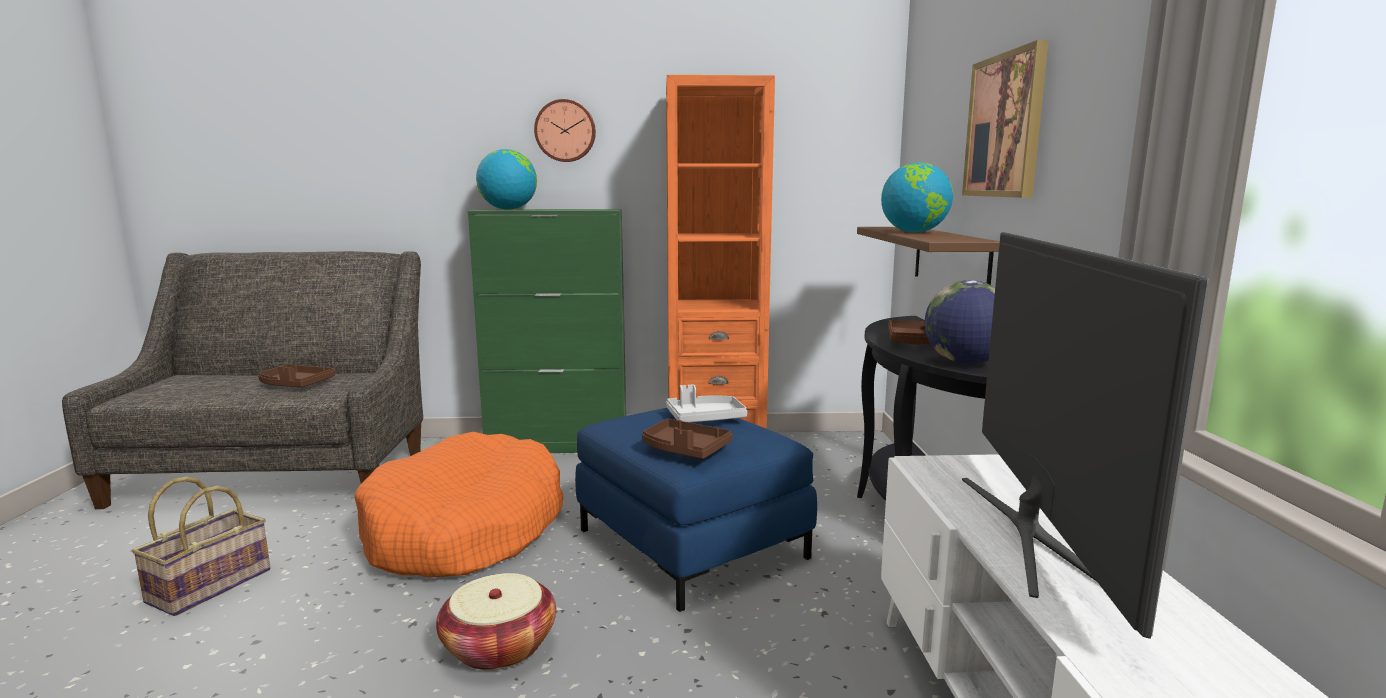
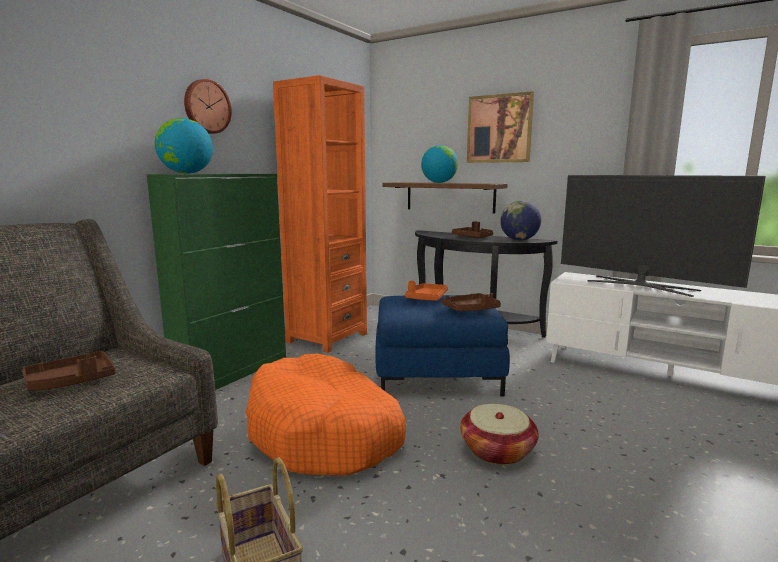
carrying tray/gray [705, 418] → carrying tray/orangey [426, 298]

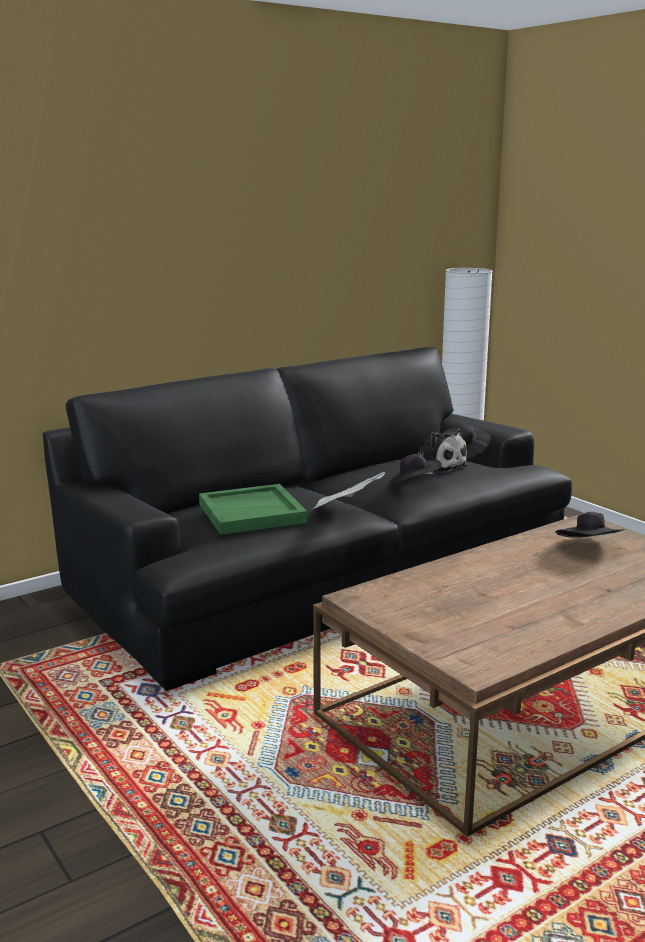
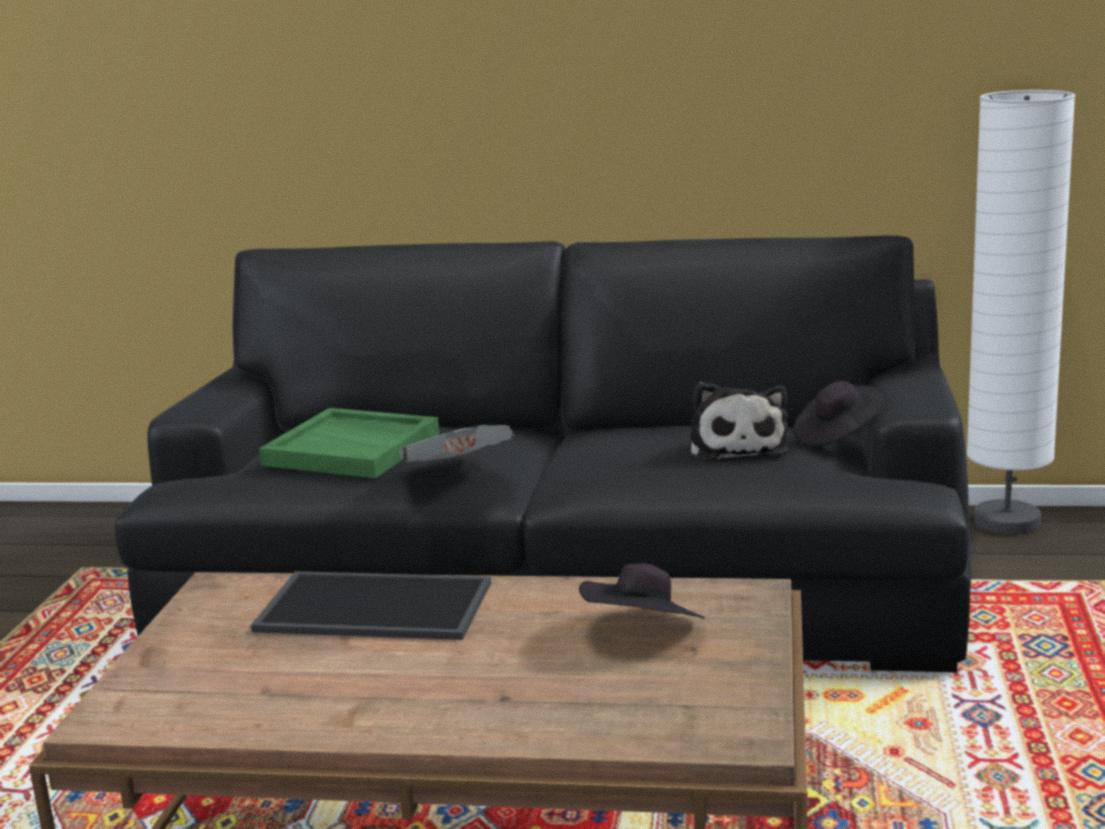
- → carrying tray [377, 605]
hat/blackish [412, 486] → -

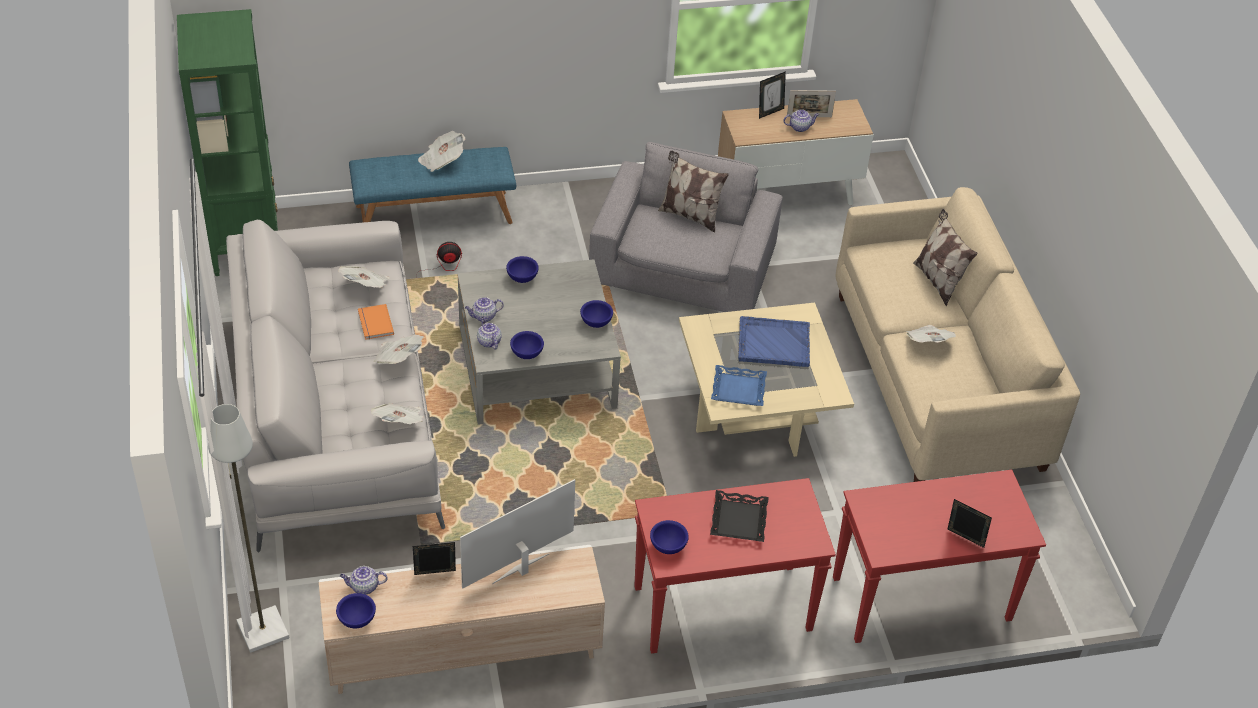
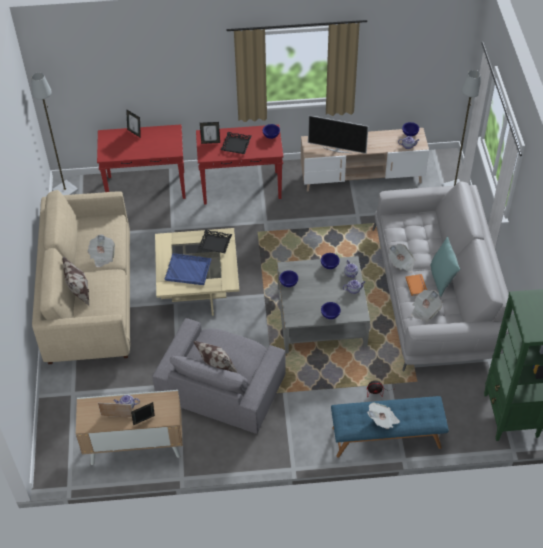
- → standard lamp/gray [65, 190]
carrying tray/blue [738, 389] → carrying tray/blackish [215, 244]
photo frame [435, 575] → photo frame [210, 142], shifted
TV [521, 570] → TV [337, 150], 45 degrees clockwise
- → pillow/turquoise-coloured [441, 279]
newspaper [400, 423] → -

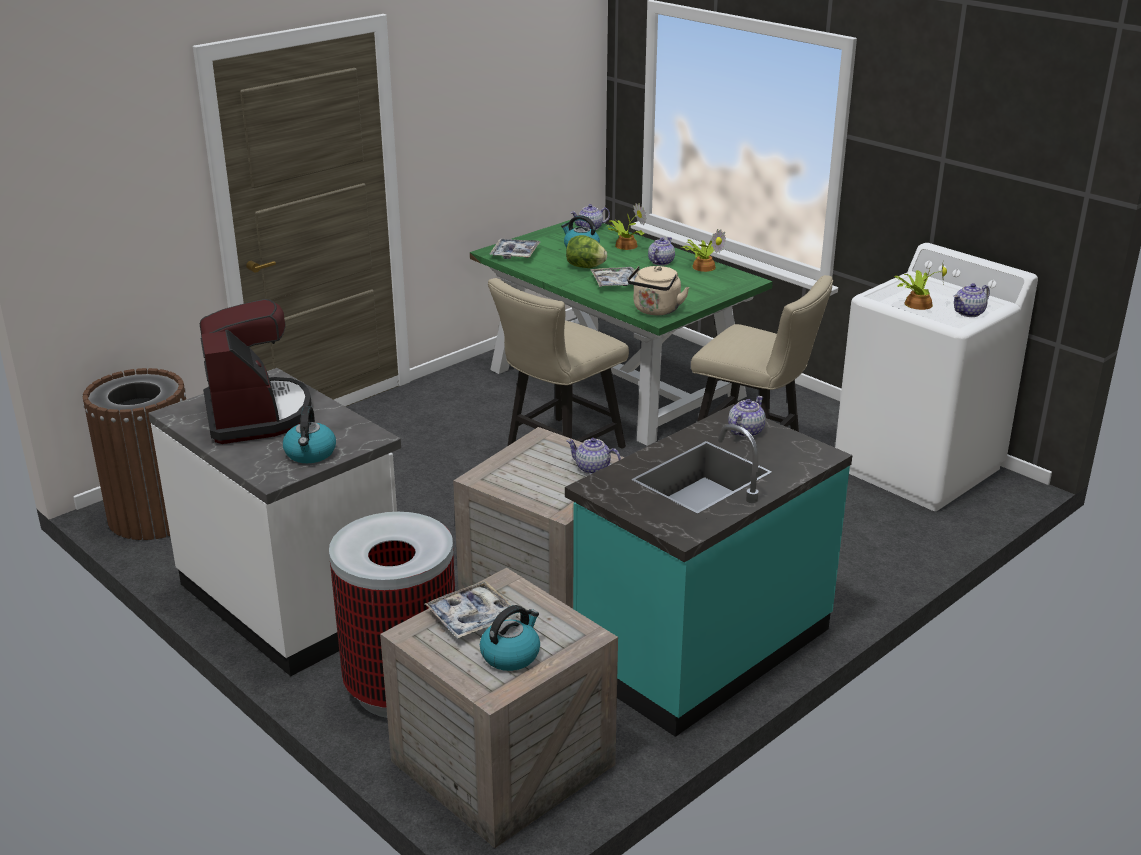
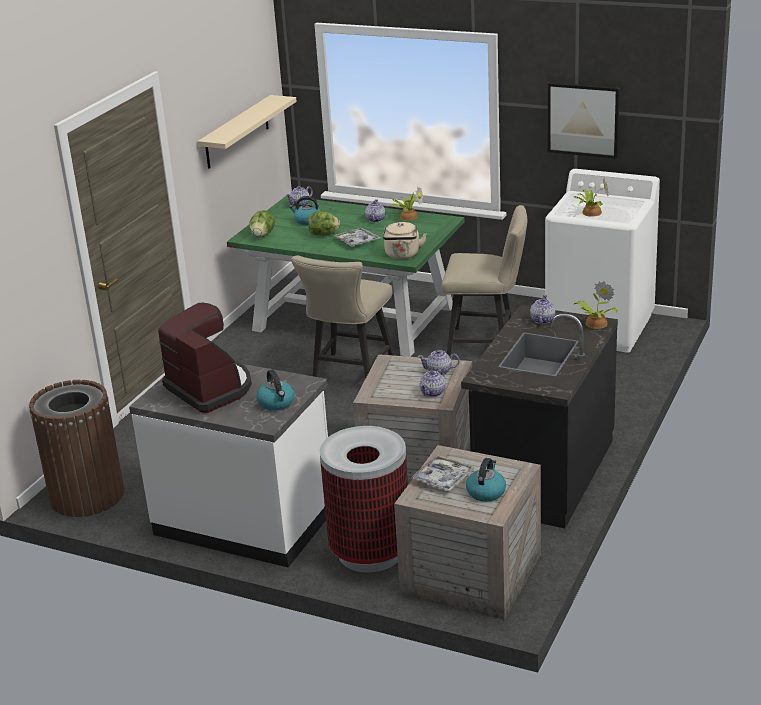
- → wall shelf/beige [237, 132]
carrying tray [515, 254] → lettuce head [262, 235]
tea pot [969, 313] → tea pot [433, 392], shifted
kitchen base unit/turquoise-coloured [701, 647] → kitchen base unit/blackish [542, 473]
- → wall picture [583, 120]
potted plant [624, 245] → potted plant [595, 324], shifted

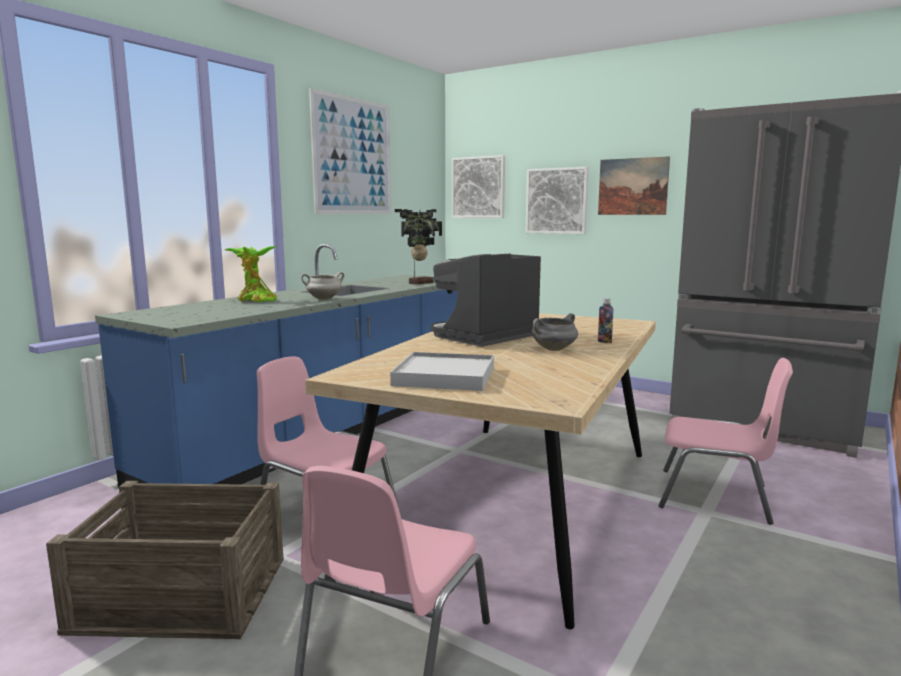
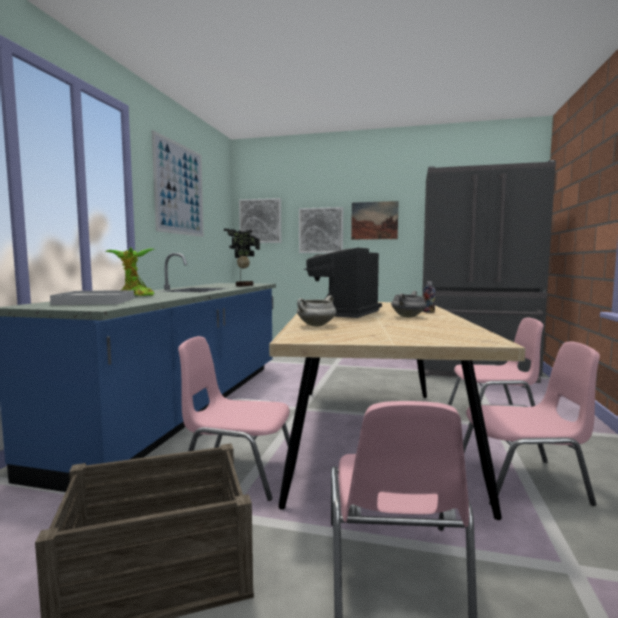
carrying tray/whitish [444, 376] → carrying tray/whitish [95, 301], shifted
cooking pot/whitish [323, 299] → cooking pot/whitish [316, 326], shifted
- → chair/pinkish [522, 481]

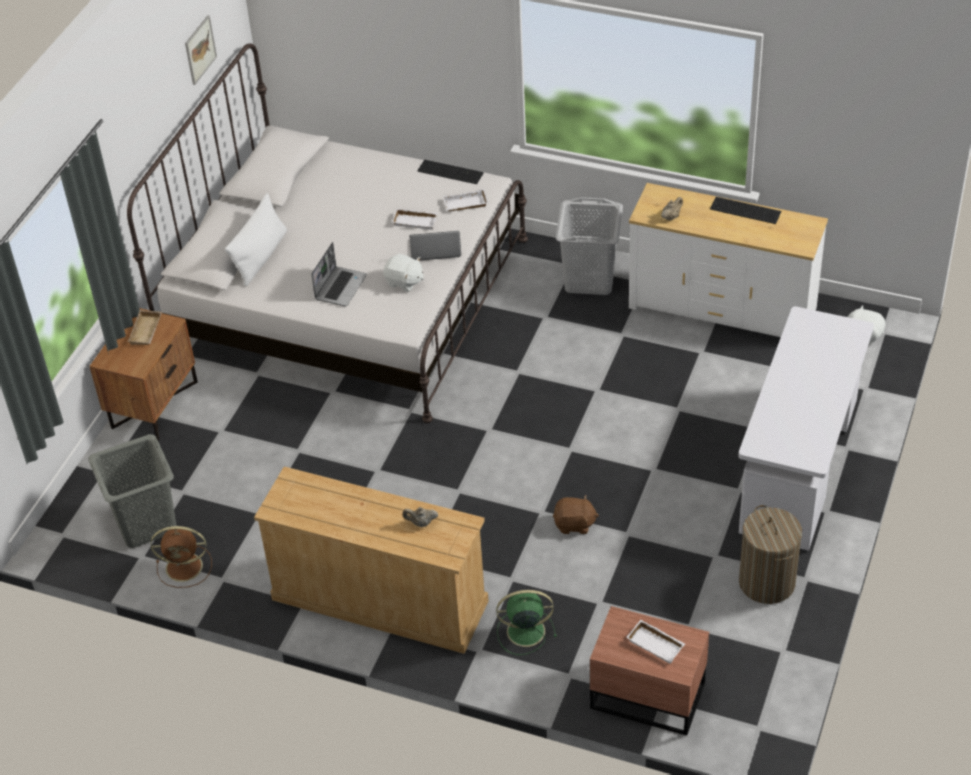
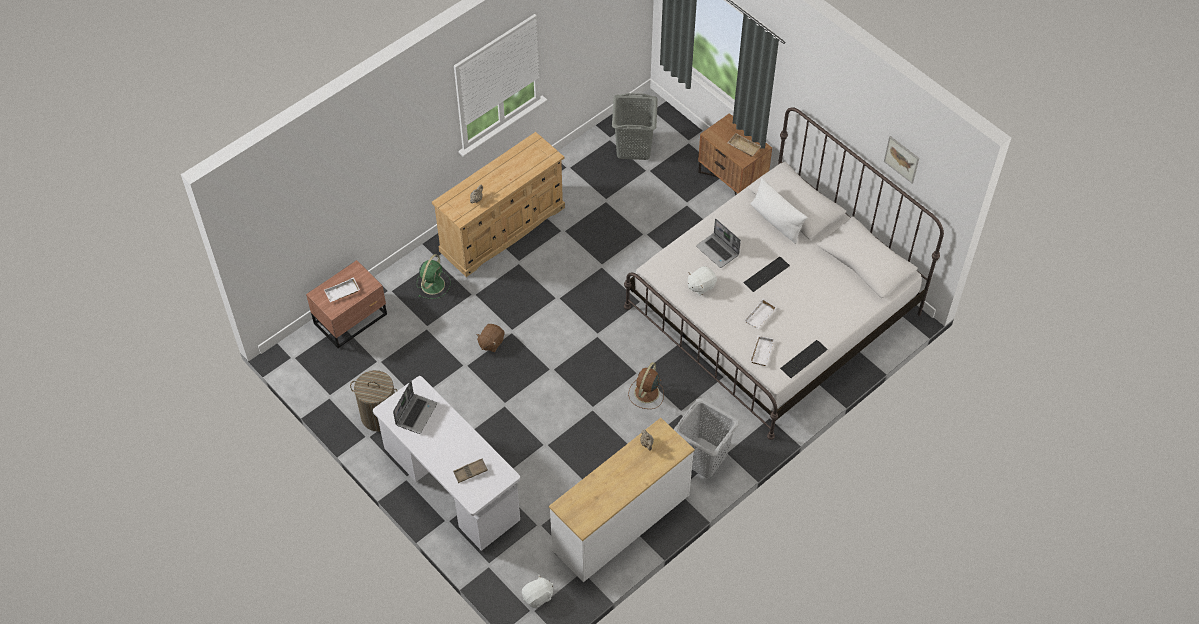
laptop [435, 249] → laptop [416, 413], shifted
- → carrying tray/brown-coloured [470, 472]
cooling fan/brown-coloured [186, 567] → cooling fan/brown-coloured [646, 393], shifted
keyboard [745, 209] → keyboard [767, 274], shifted

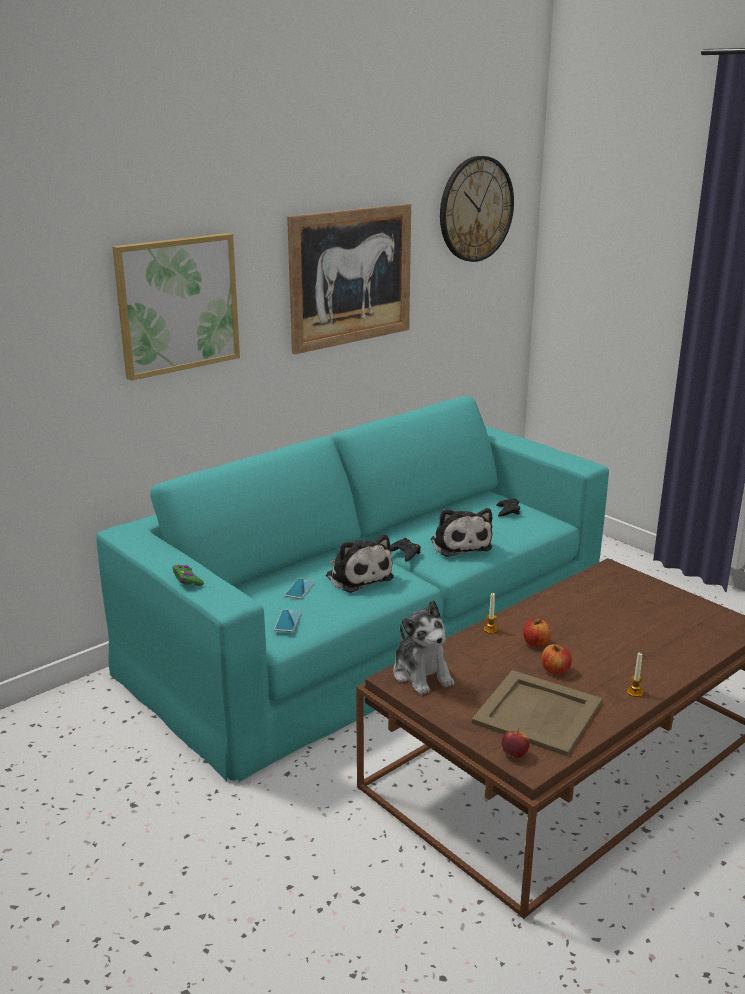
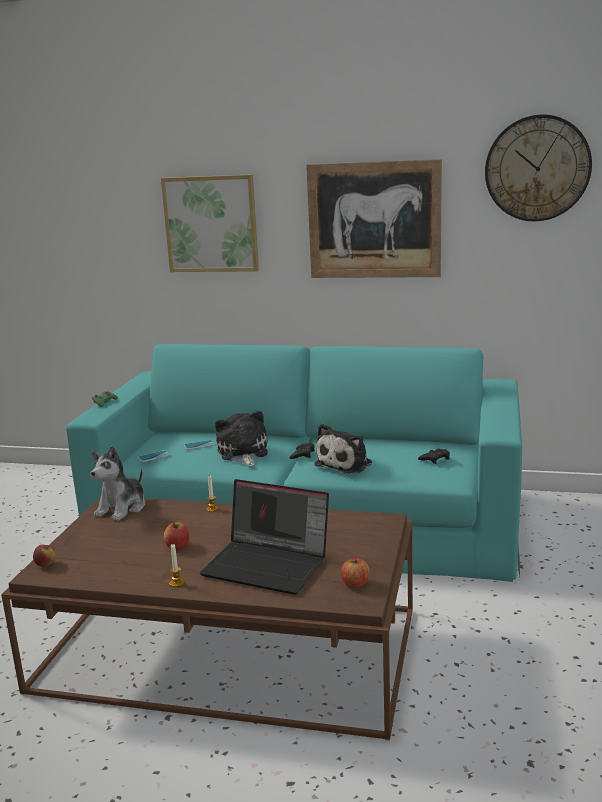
- → laptop [269, 564]
cuddly toy [357, 576] → cuddly toy [243, 453], 150 degrees clockwise
apple fruit [535, 643] → apple fruit [355, 584], shifted
carrying tray/beige [536, 712] → -

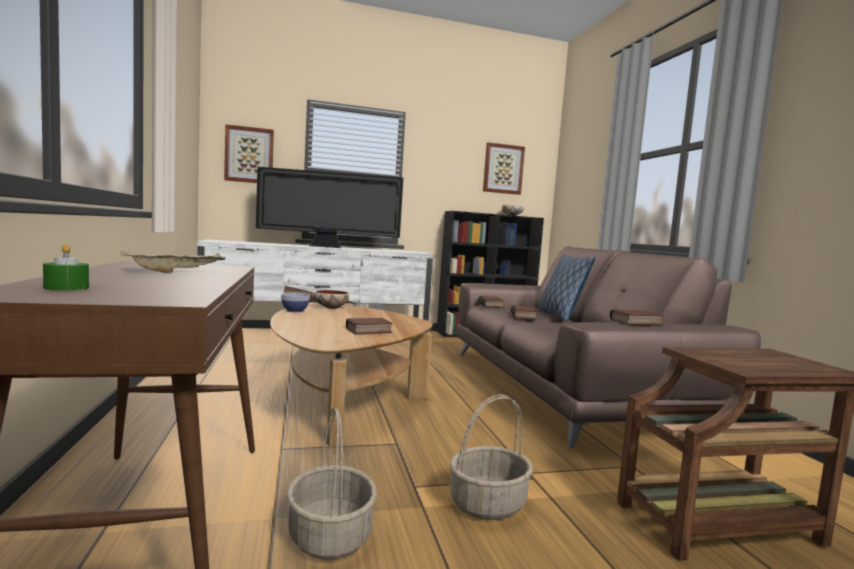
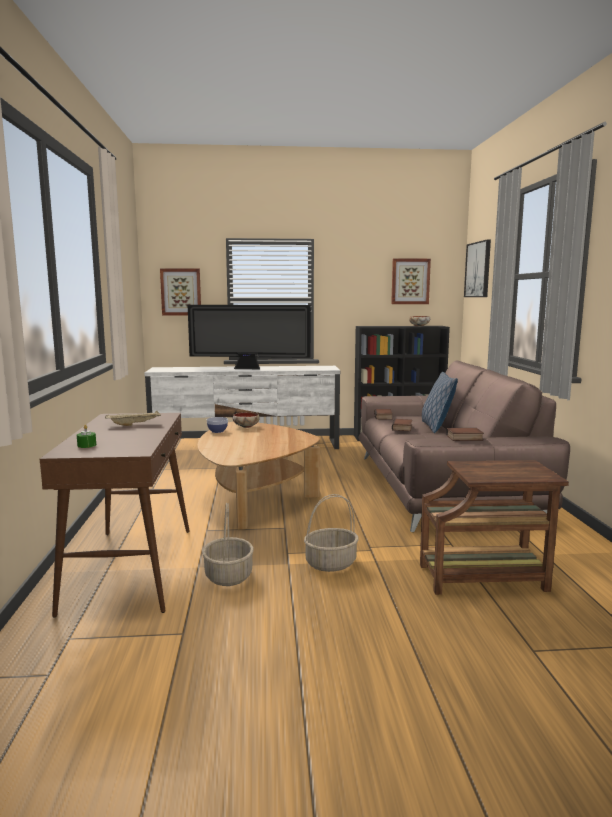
- → wall picture [478, 269]
book [368, 331] → -

